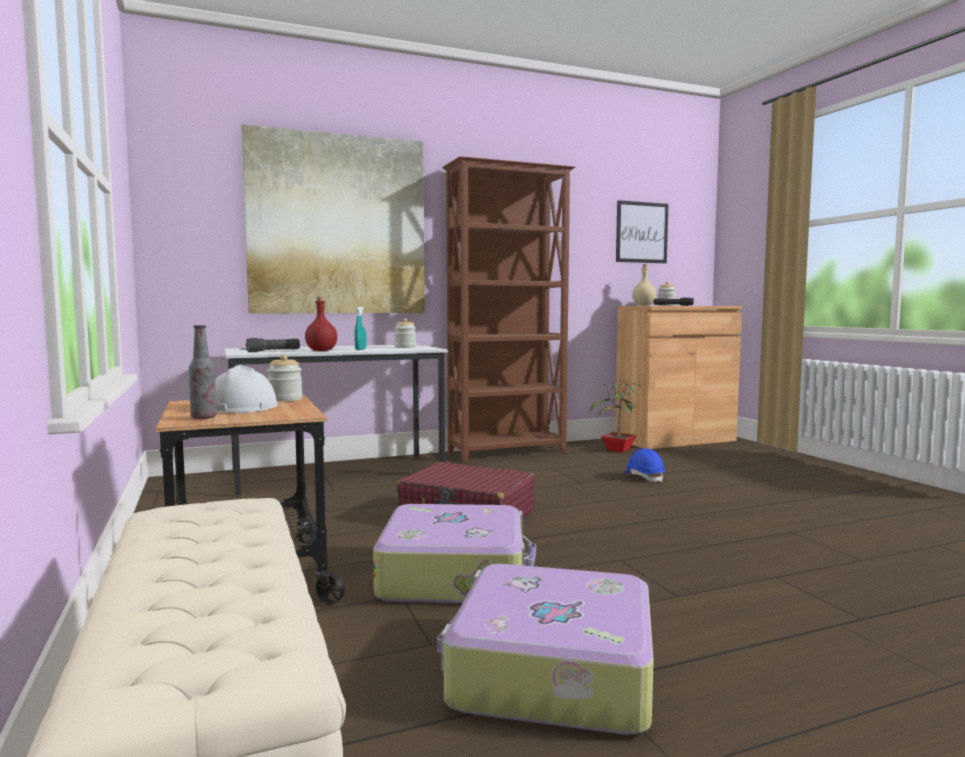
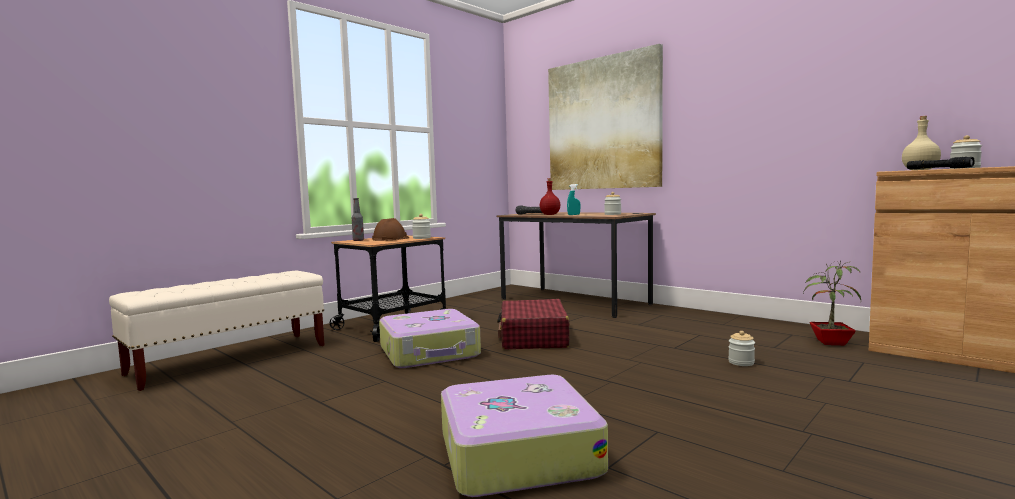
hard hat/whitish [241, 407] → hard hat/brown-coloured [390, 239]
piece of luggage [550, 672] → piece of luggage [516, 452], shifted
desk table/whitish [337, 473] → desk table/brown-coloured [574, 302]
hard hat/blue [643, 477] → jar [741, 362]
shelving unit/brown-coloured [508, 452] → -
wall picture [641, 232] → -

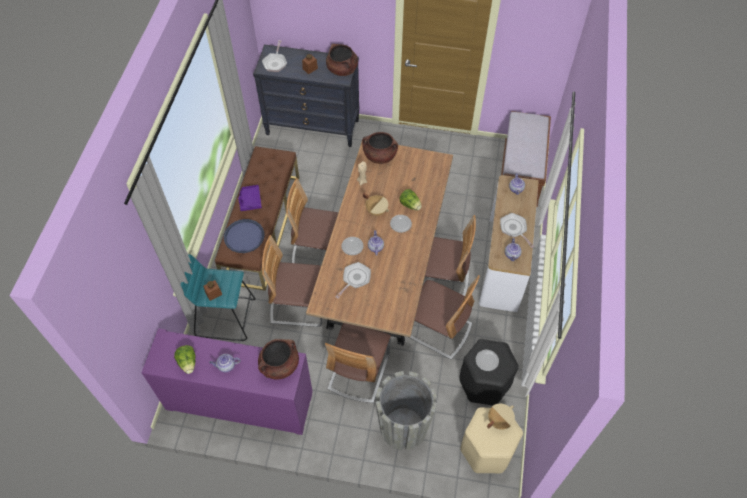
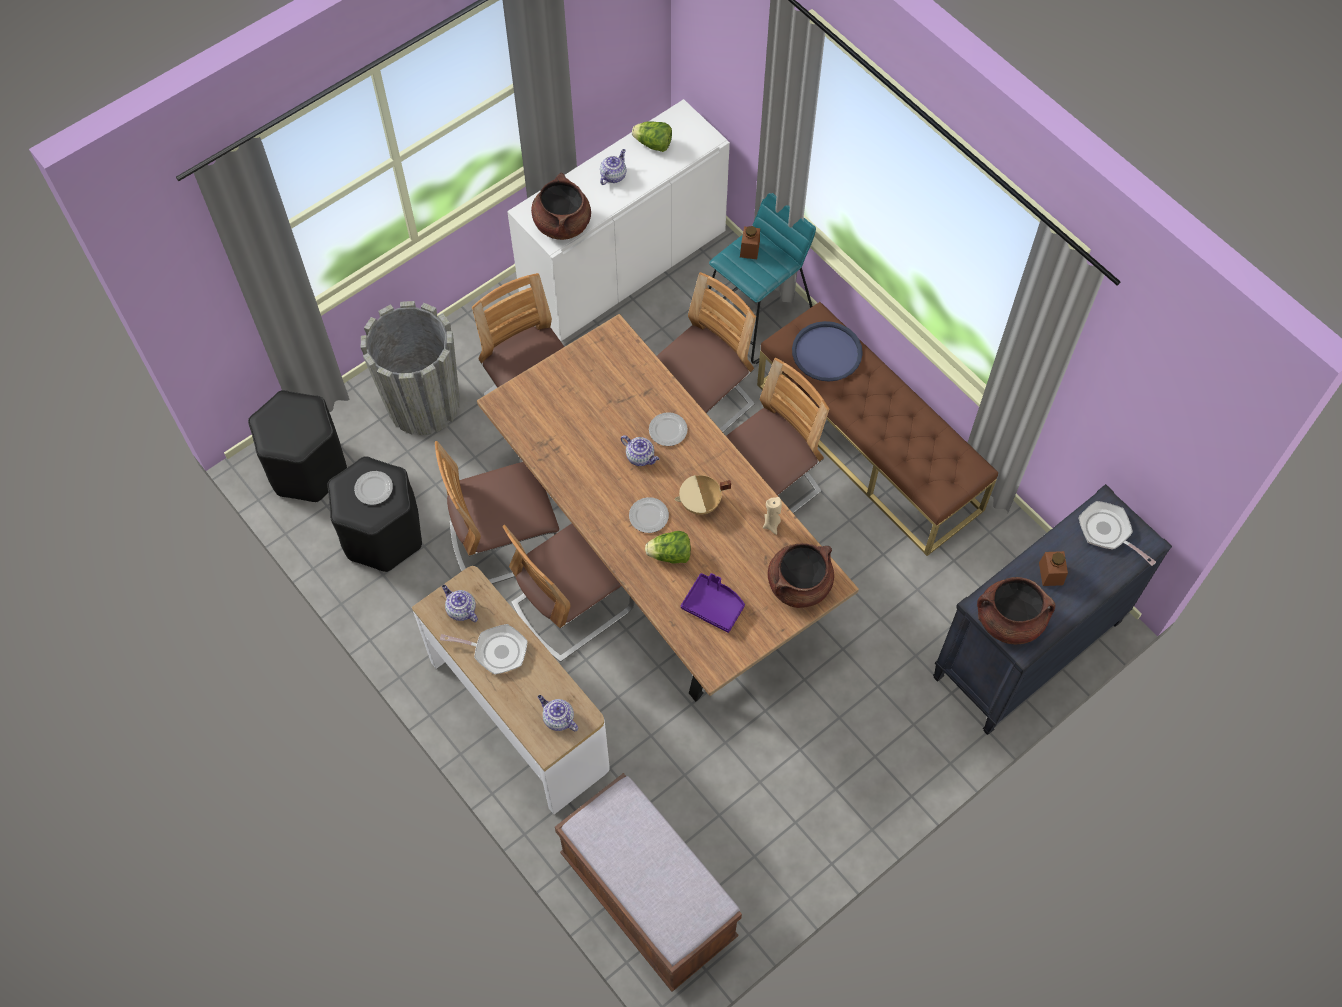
sitting stool/beige [486, 450] → sitting stool/blackish [308, 468]
cupboard/purplish [239, 401] → cupboard/whitish [623, 265]
carrying tray/purplish [250, 200] → carrying tray/purplish [713, 606], shifted
pan [355, 279] → -
cooking pot/beige [499, 420] → -

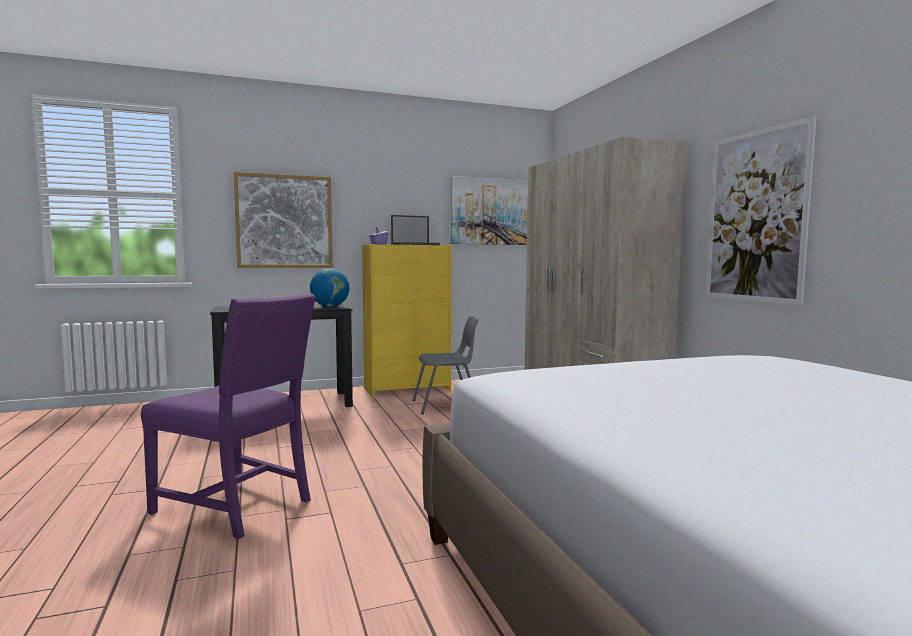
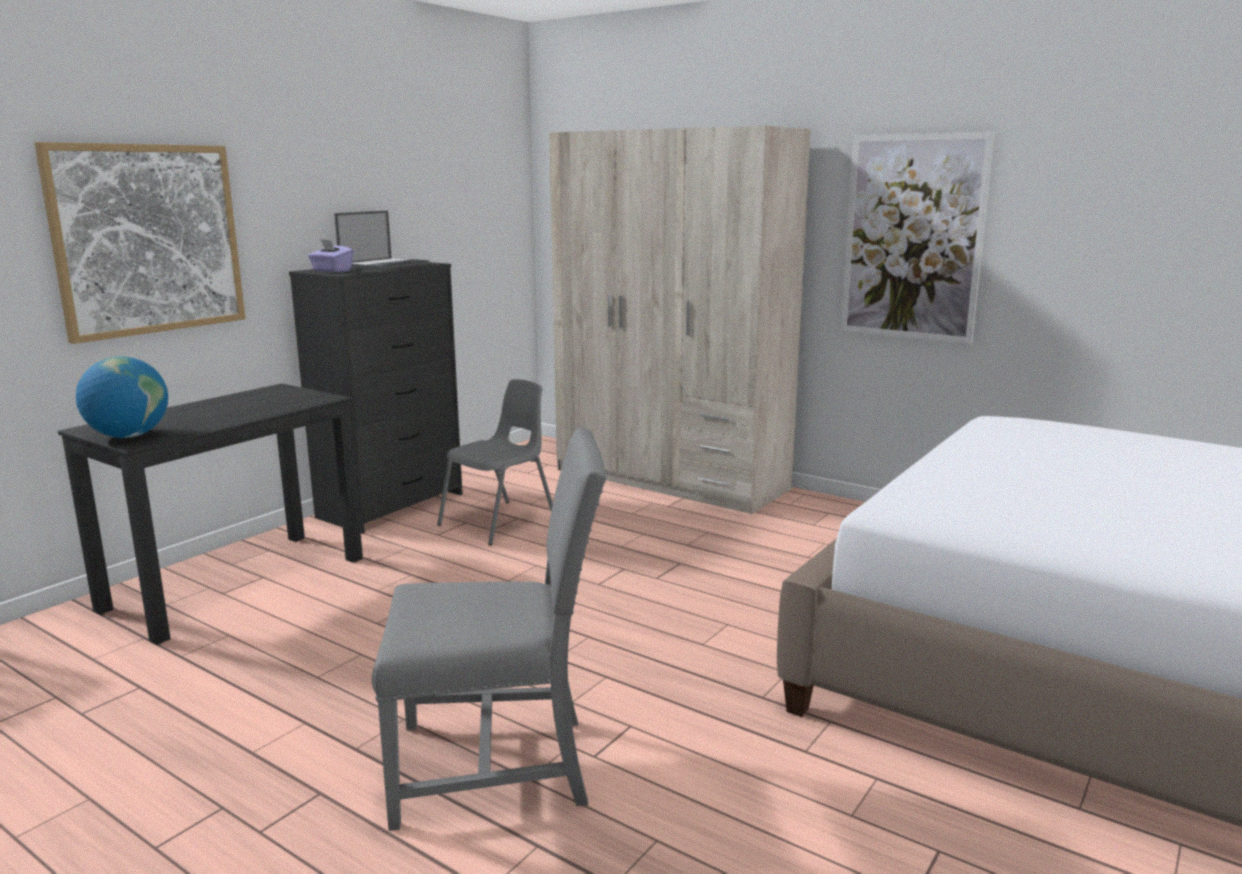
desk globe [330, 306] → desk globe [128, 436], shifted
dresser/yellow [408, 388] → dresser/blackish [392, 505]
chair/purplish [238, 506] → chair/gray [499, 766]
wall picture [496, 212] → -

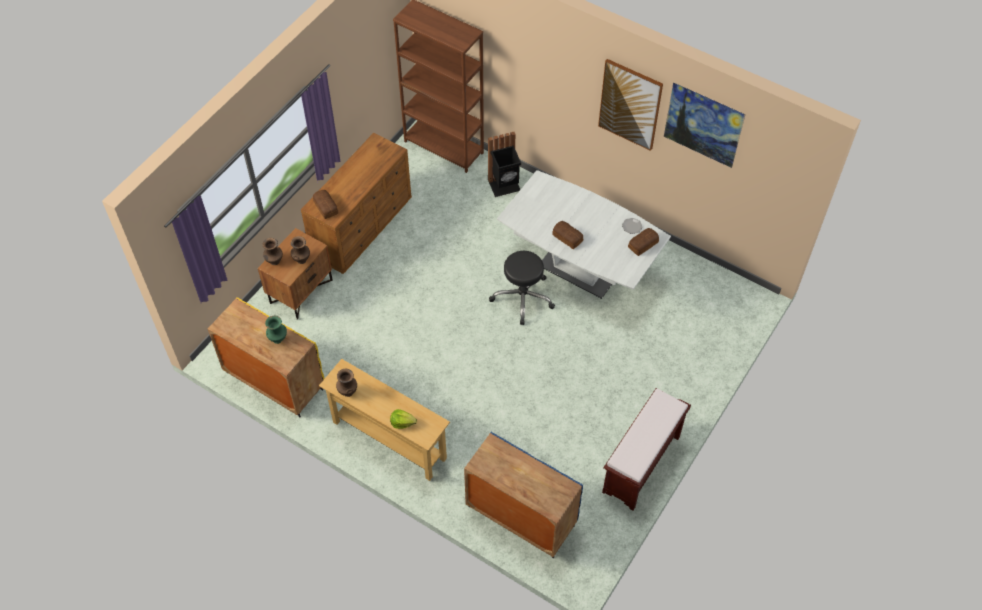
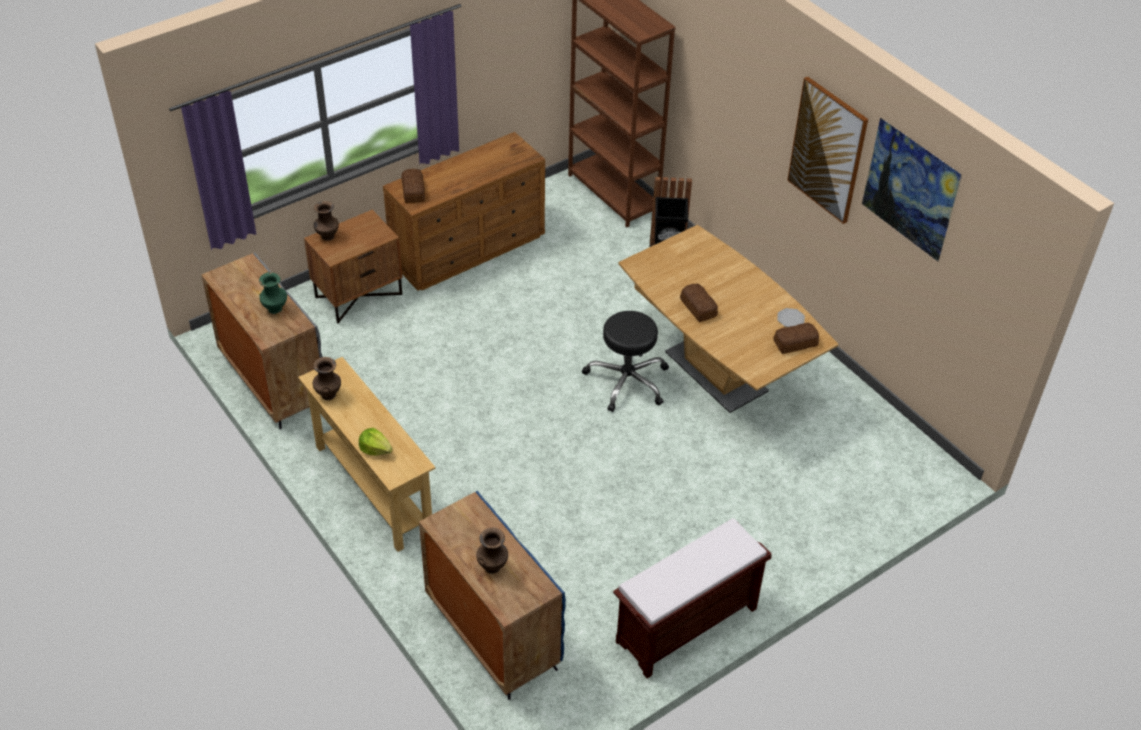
cupboard/yellow [274, 381] → cupboard/gray [272, 380]
flower vase/brown-coloured [301, 259] → flower vase/brown-coloured [492, 566], shifted
kitchen table/whitish [579, 270] → kitchen table/brown-coloured [716, 372]

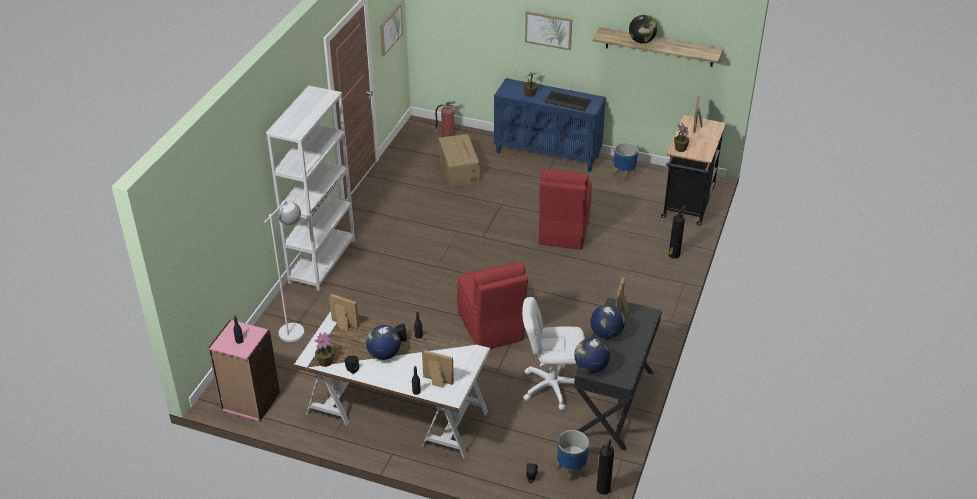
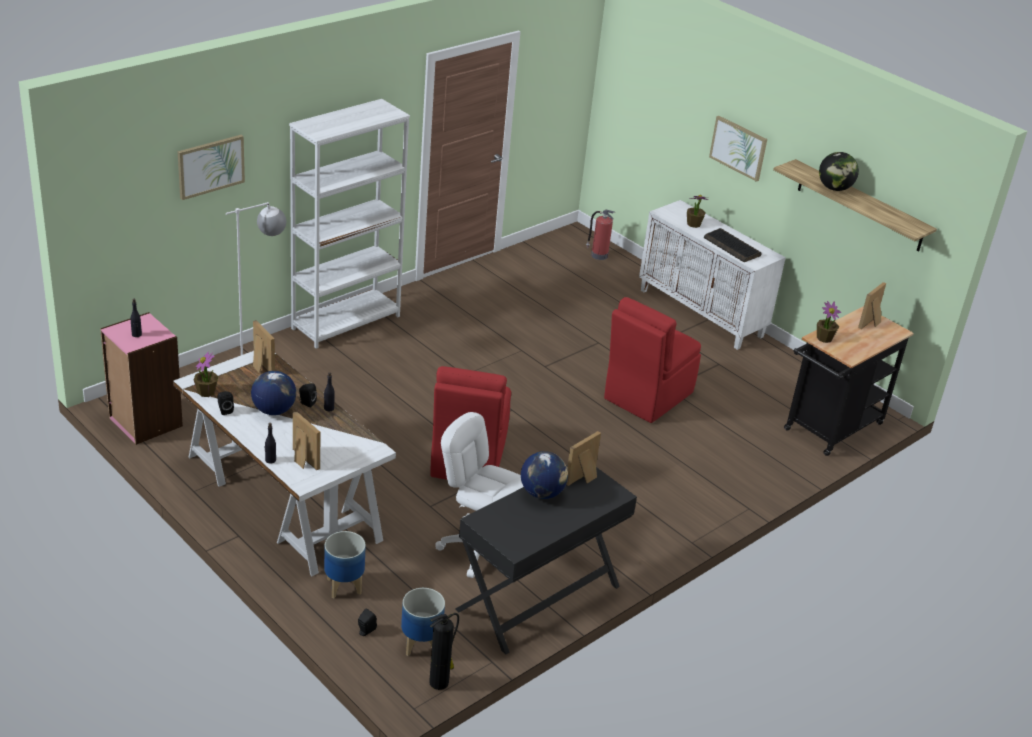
wall picture [390, 29] → wall picture [210, 166], shifted
flower pot [623, 175] → flower pot [343, 586], shifted
cupboard/blue [548, 154] → cupboard/whitish [702, 313]
carton [459, 169] → -
desk globe [590, 368] → -
fire-fighting cylinder [673, 255] → -

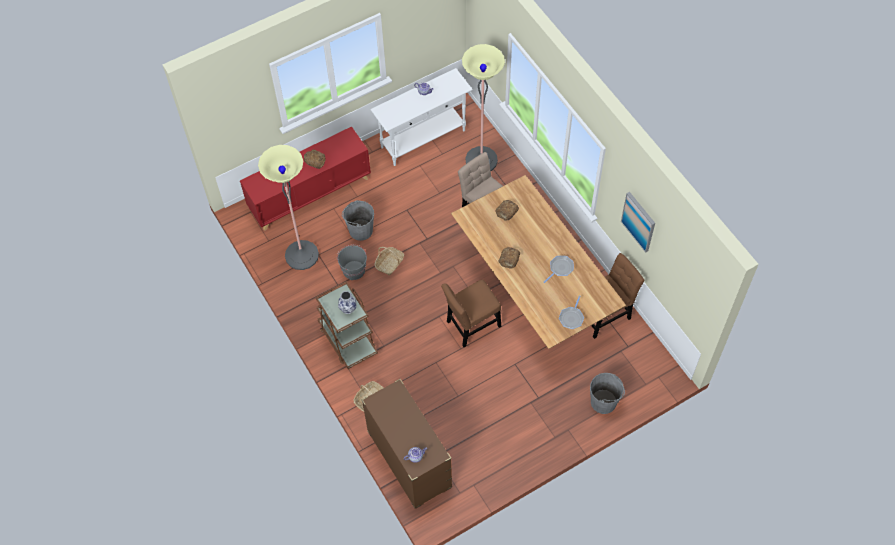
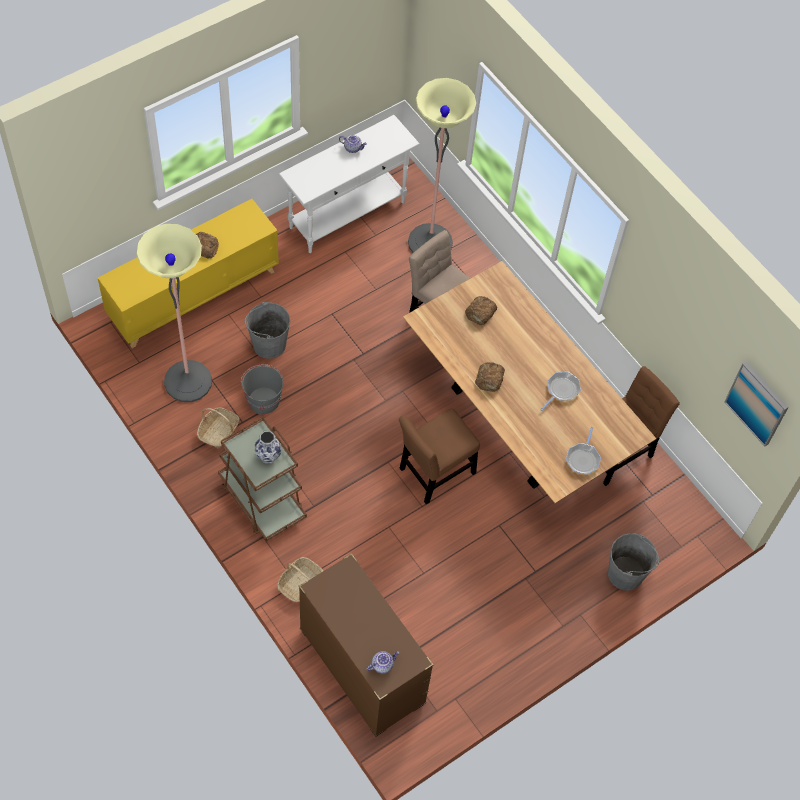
cupboard/red [310, 194] → cupboard/yellow [194, 295]
basket [389, 263] → basket [218, 431], shifted
wall picture [638, 221] → wall picture [757, 403], shifted

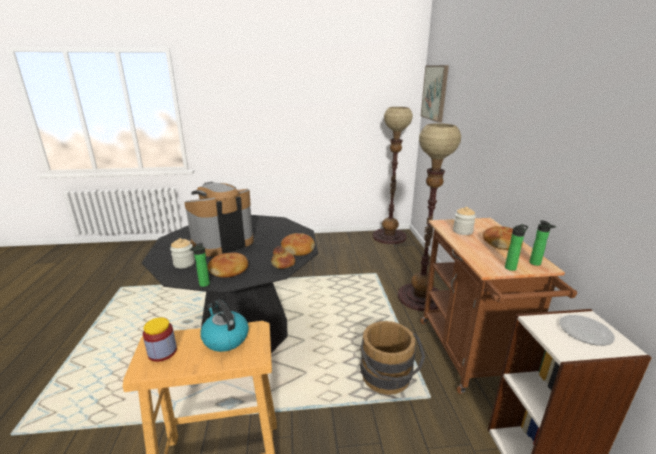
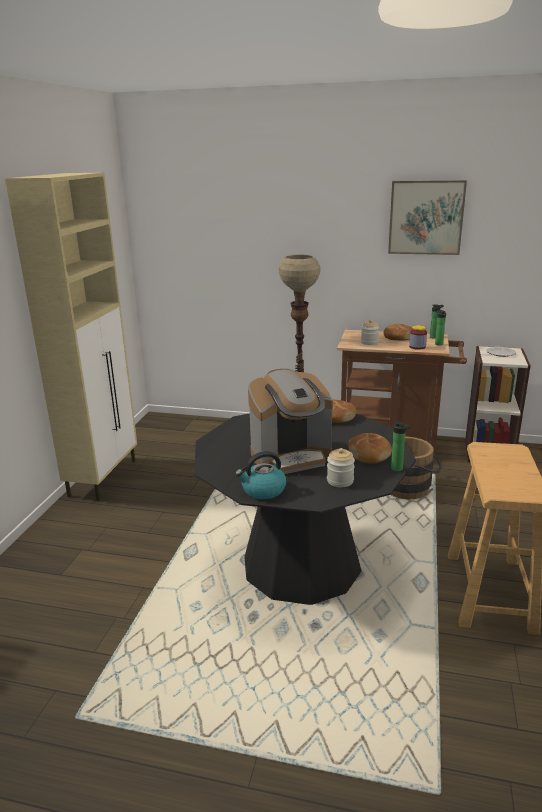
- → cupboard/beige [104, 477]
tea kettle [225, 338] → tea kettle [263, 490], shifted
coffee brewer [222, 243] → coffee brewer [291, 456], 90 degrees counterclockwise
wall picture [435, 93] → wall picture [426, 217], shifted
jar [162, 352] → jar [417, 347], shifted
bread [283, 264] → -
standard lamp [389, 236] → -

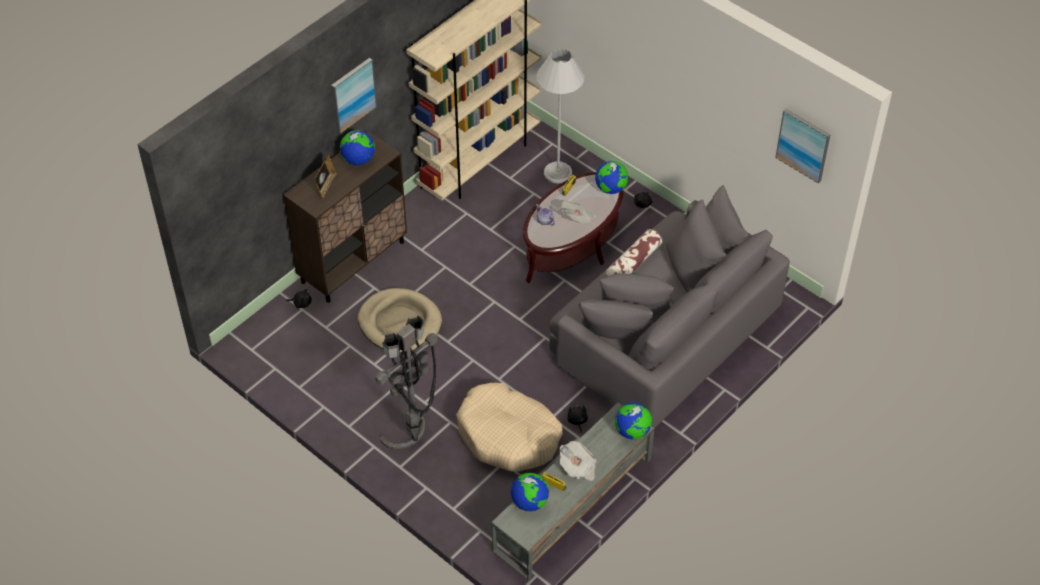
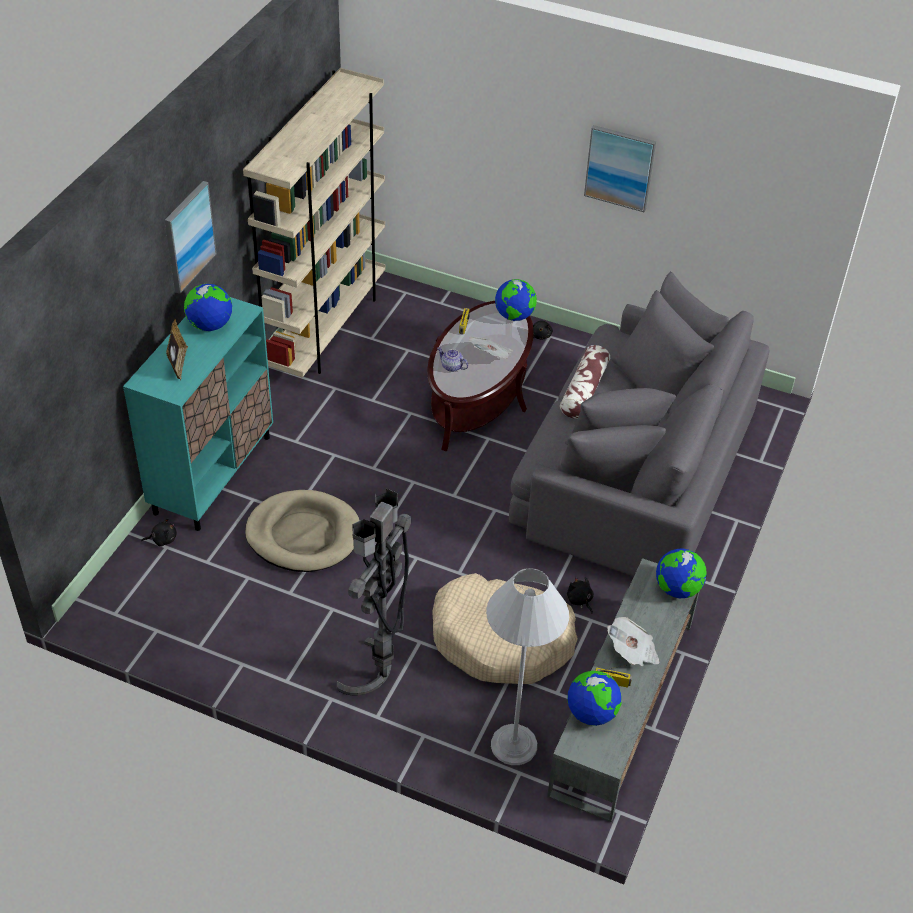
cupboard/brown-coloured [353, 261] → cupboard/turquoise-coloured [213, 474]
standard lamp/whitish [558, 172] → standard lamp/whitish [513, 745], shifted
wall picture [803, 145] → wall picture [620, 167], shifted

